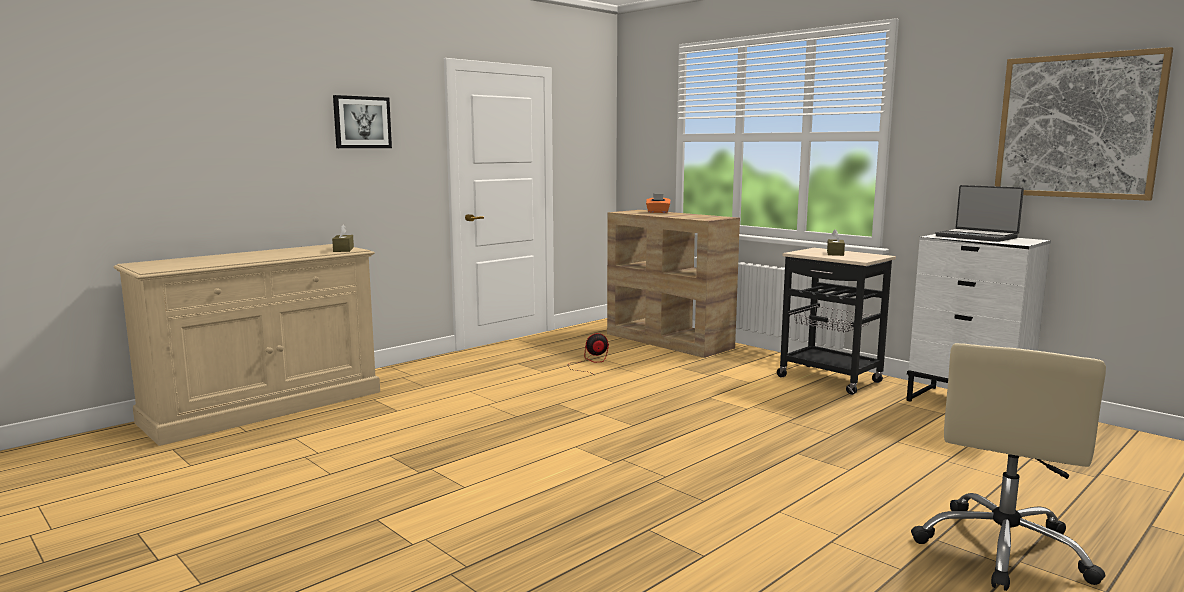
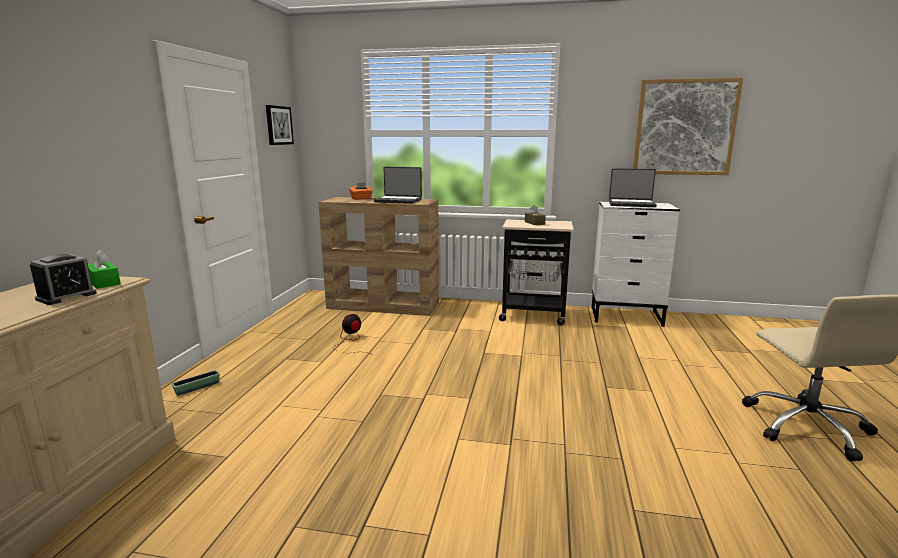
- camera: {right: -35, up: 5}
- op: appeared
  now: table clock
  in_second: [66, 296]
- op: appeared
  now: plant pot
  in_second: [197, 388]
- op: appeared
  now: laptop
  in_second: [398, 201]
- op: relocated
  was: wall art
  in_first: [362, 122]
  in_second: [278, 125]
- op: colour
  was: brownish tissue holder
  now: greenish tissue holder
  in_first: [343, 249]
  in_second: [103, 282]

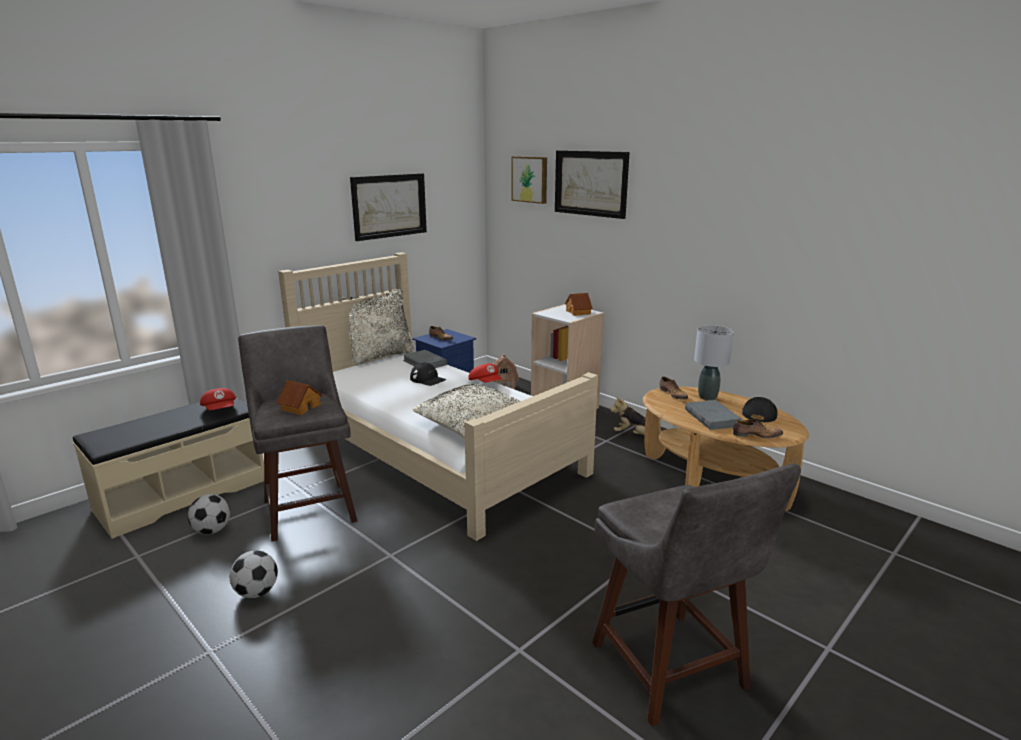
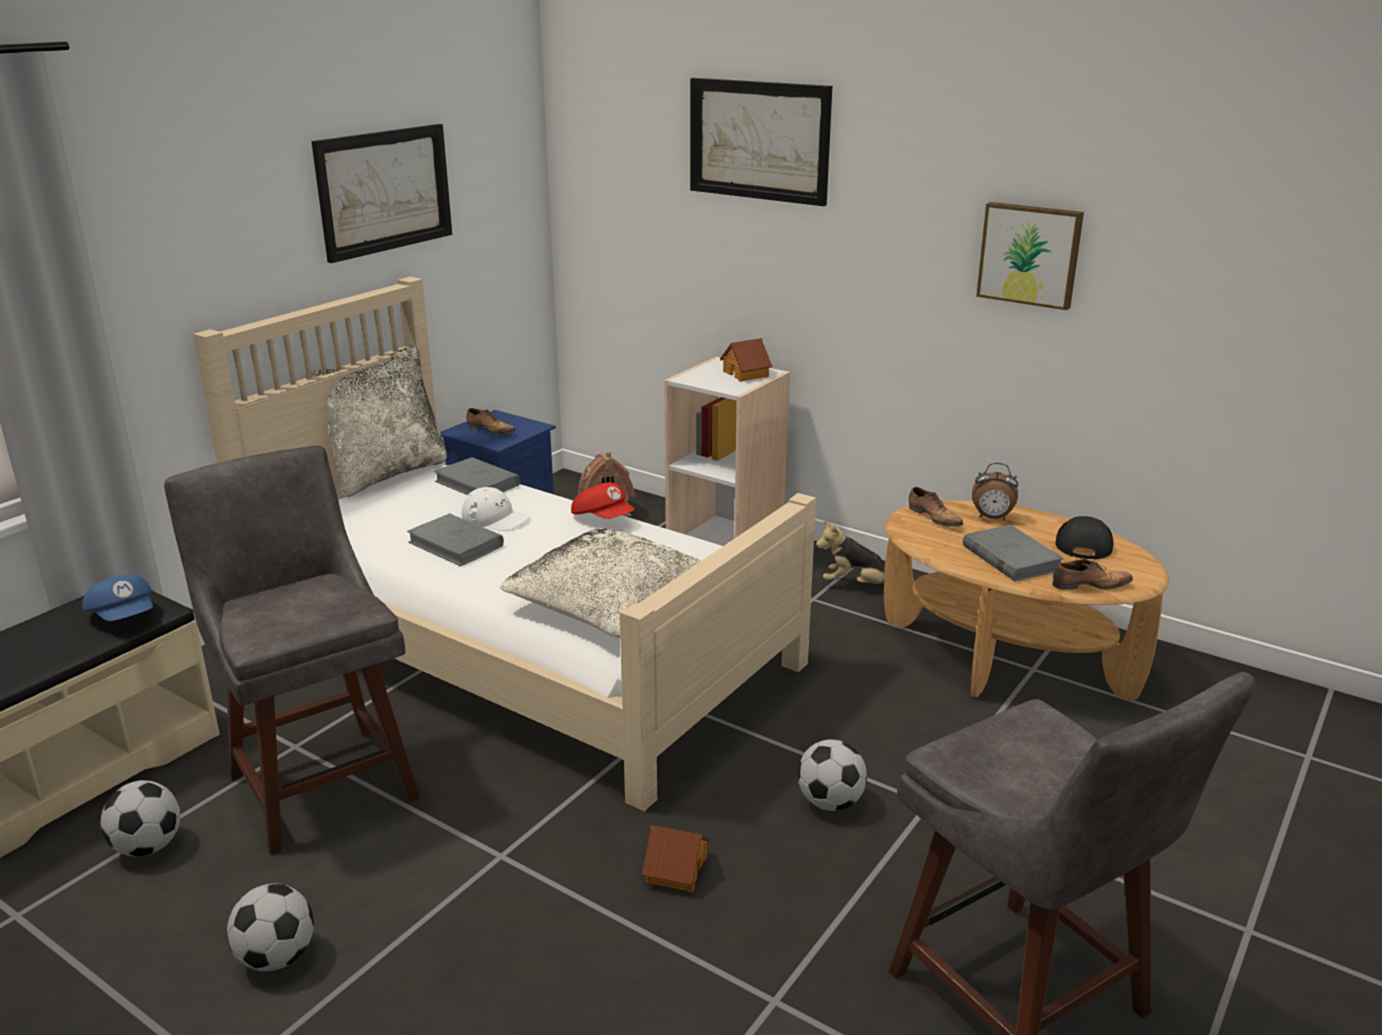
- camera: {right: -10, up: 5}
- op: appeared
  now: grey bound book
  in_second: [456, 544]
- op: appeared
  now: football
  in_second: [831, 803]
- op: relocated
  was: model house
  in_first: [300, 407]
  in_second: [675, 869]
- op: relocated
  was: wall art
  in_first: [530, 179]
  in_second: [1030, 254]
- op: exchanged
  was: grey lamp for a table
  now: table clock
  in_first: [708, 397]
  in_second: [992, 518]
- op: colour
  was: reddish cap
  now: bluish cap
  in_first: [221, 410]
  in_second: [124, 617]
- op: colour
  was: black-coloured cap
  now: white-coloured cap
  in_first: [428, 379]
  in_second: [495, 518]

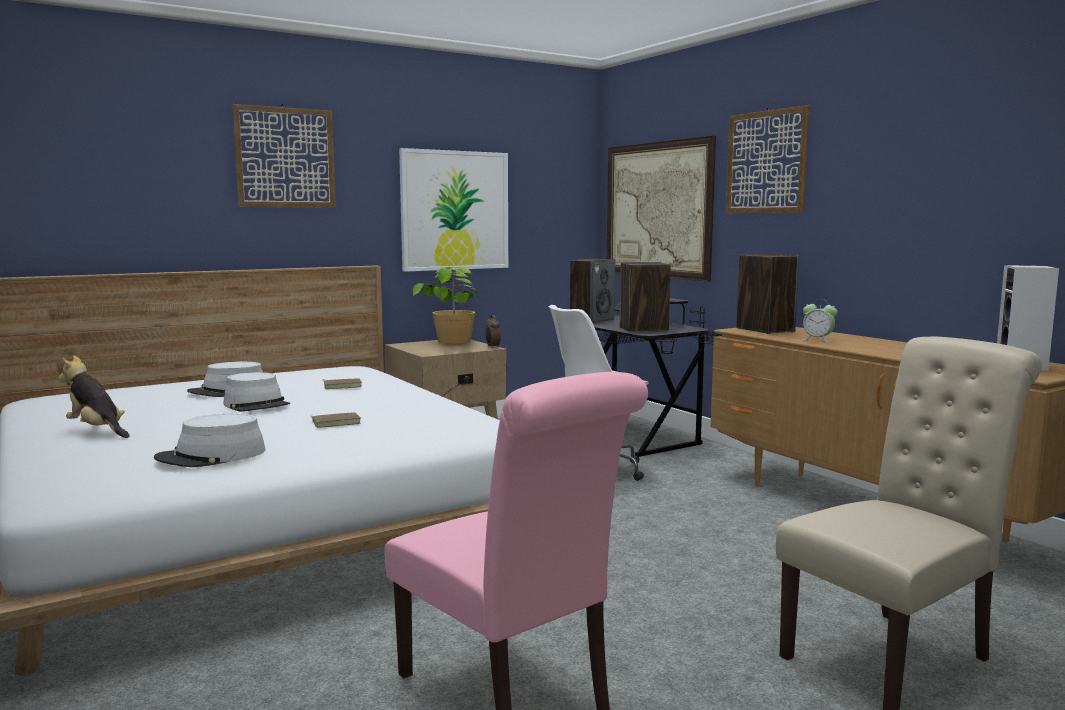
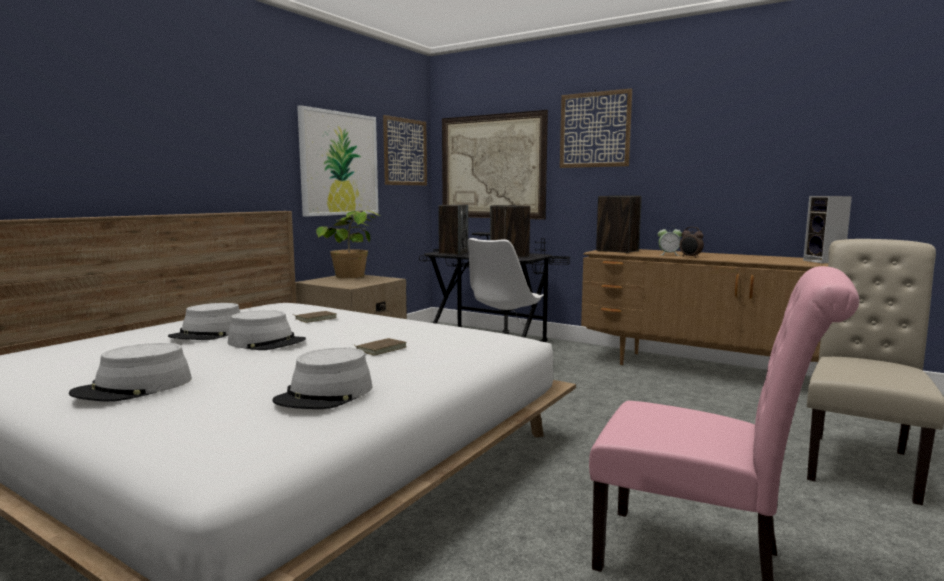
- camera: {right: -25, up: 0}
- op: relocated
  was: wall art
  in_first: [285, 156]
  in_second: [405, 151]
- op: relocated
  was: table clock
  in_first: [492, 347]
  in_second: [690, 257]
- op: exchanged
  was: cuddly toy
  now: grey wearable hat
  in_first: [97, 430]
  in_second: [134, 388]

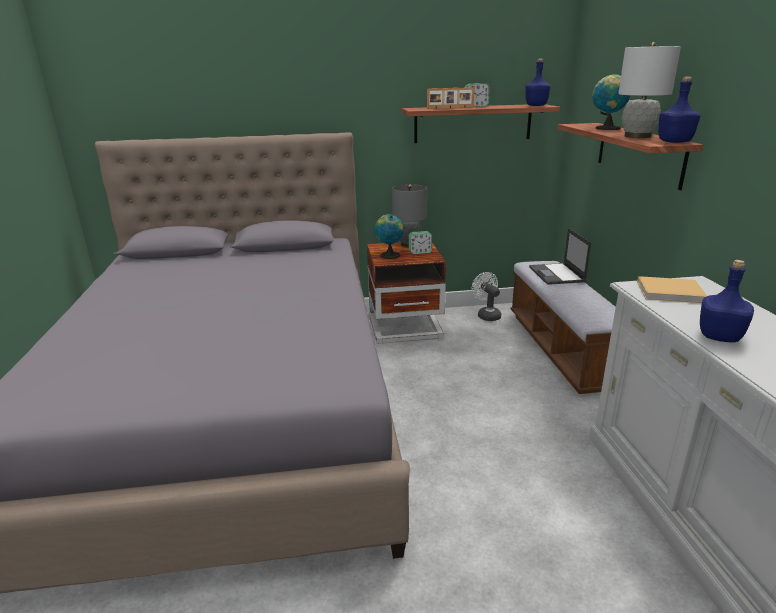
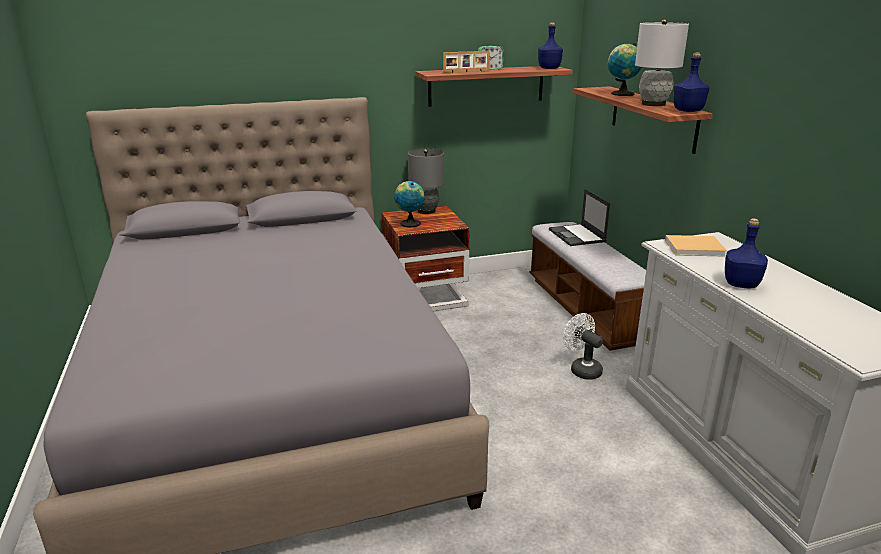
- camera: {right: -10, up: 0}
- op: missing
  was: table clock
  in_first: [420, 252]
- op: relocated
  was: white-coloured fan
  in_first: [486, 315]
  in_second: [582, 369]

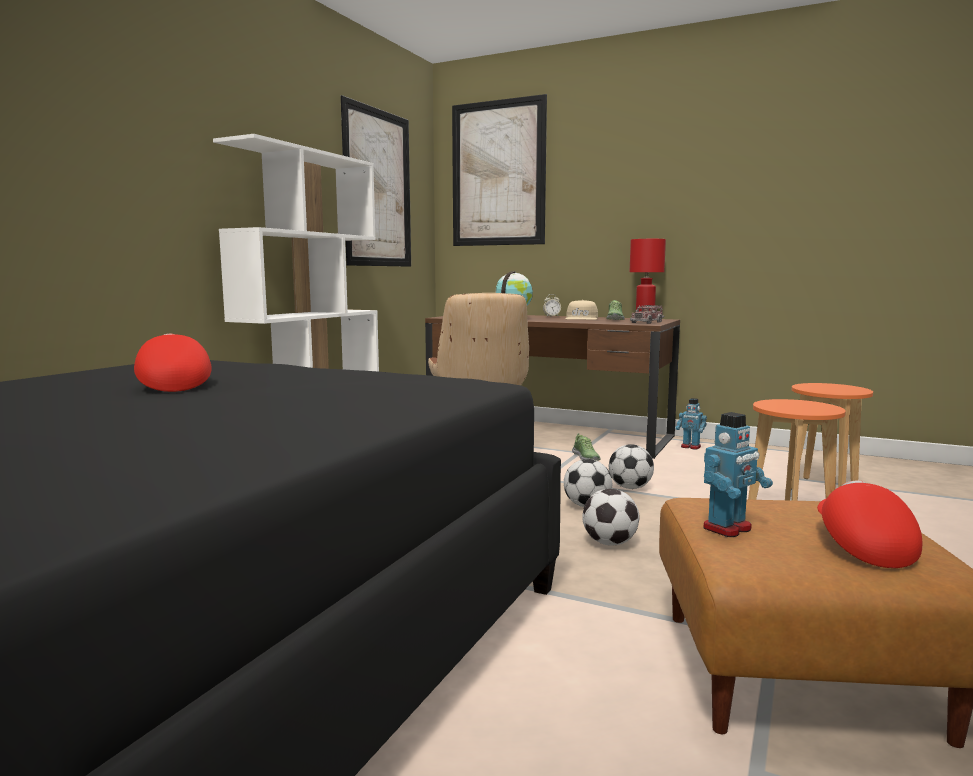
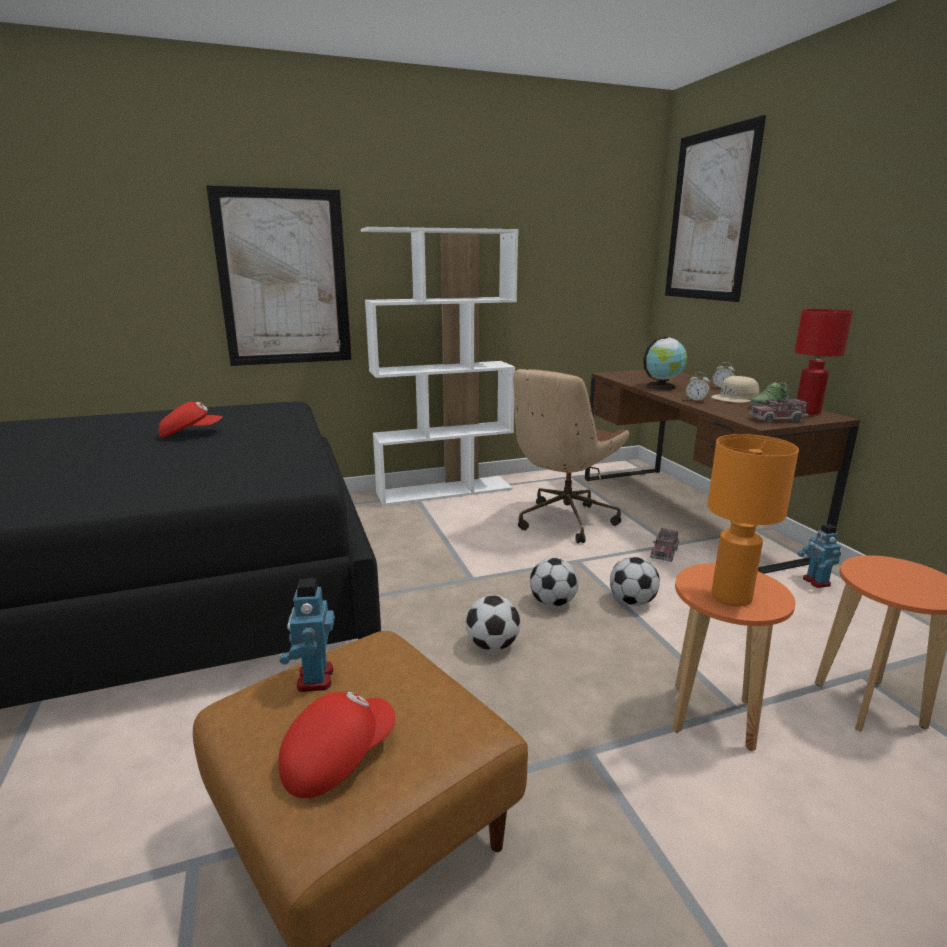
- camera: {right: 45, up: 10}
- op: appeared
  now: table clock
  in_second: [696, 400]
- op: appeared
  now: orangey lamp for a table
  in_second: [730, 596]
- op: relocated
  was: wall art
  in_first: [378, 188]
  in_second: [284, 279]
- op: exchanged
  was: low shoe
  now: toy truck
  in_first: [586, 458]
  in_second: [664, 553]
- op: spun
  was: reddish cap
  in_first: [173, 385]
  in_second: [191, 434]
  clockwise: 60
- op: spun
  was: toy robot
  in_first: [728, 529]
  in_second: [314, 678]
  clockwise: 75

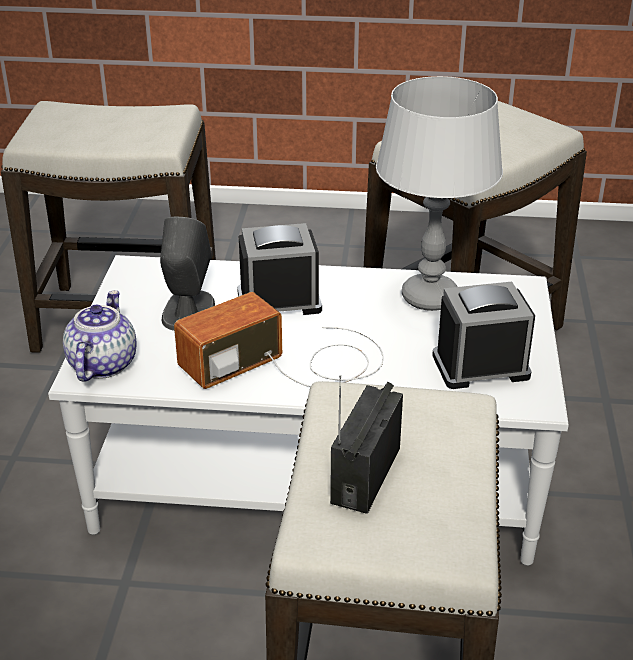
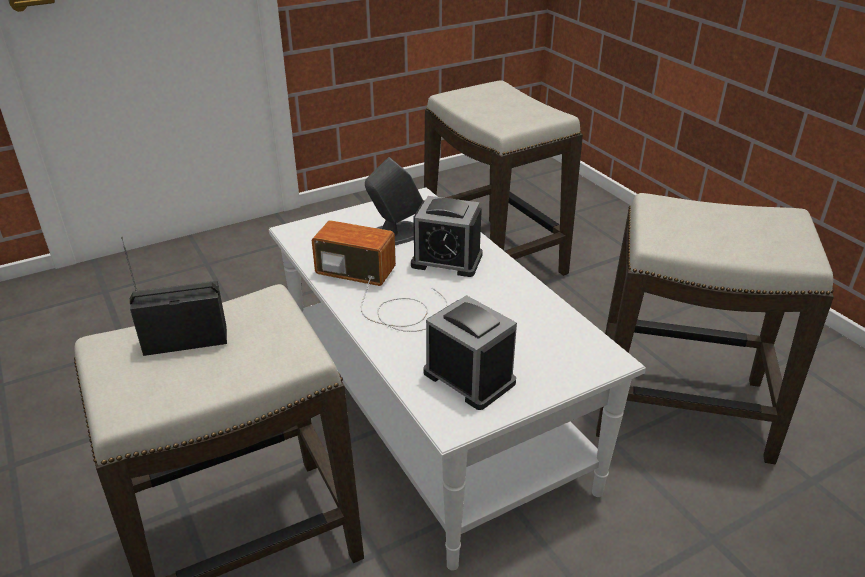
- camera: {right: 55, up: 0}
- op: missing
  was: pot for tea
  in_first: [102, 364]
- op: missing
  was: grey lamp for a table
  in_first: [429, 297]
- op: spun
  was: table clock
  in_first: [279, 301]
  in_second: [446, 260]
  clockwise: 150

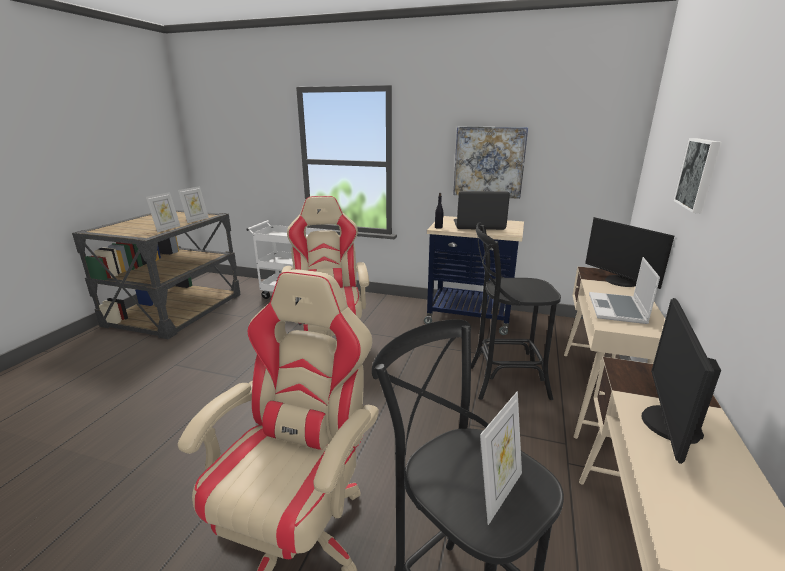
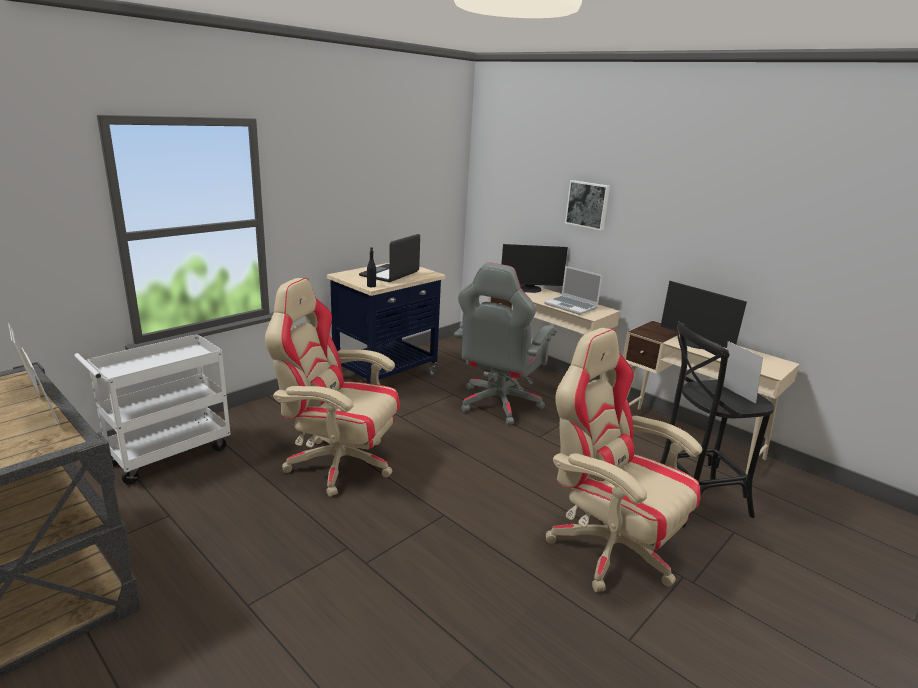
- camera: {right: -65, up: 0}
- op: missing
  was: wall art
  in_first: [489, 162]
- op: exchanged
  was: black-coloured stool seat
  now: grey computer chair
  in_first: [503, 382]
  in_second: [499, 403]

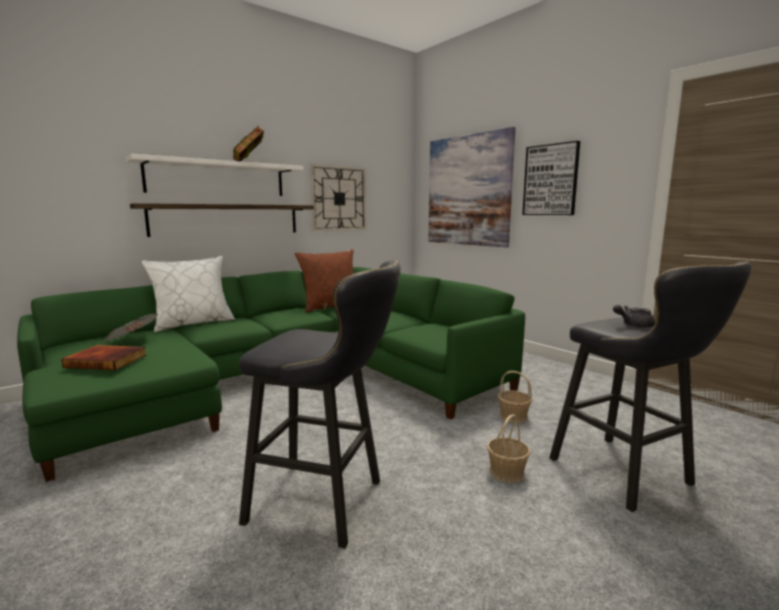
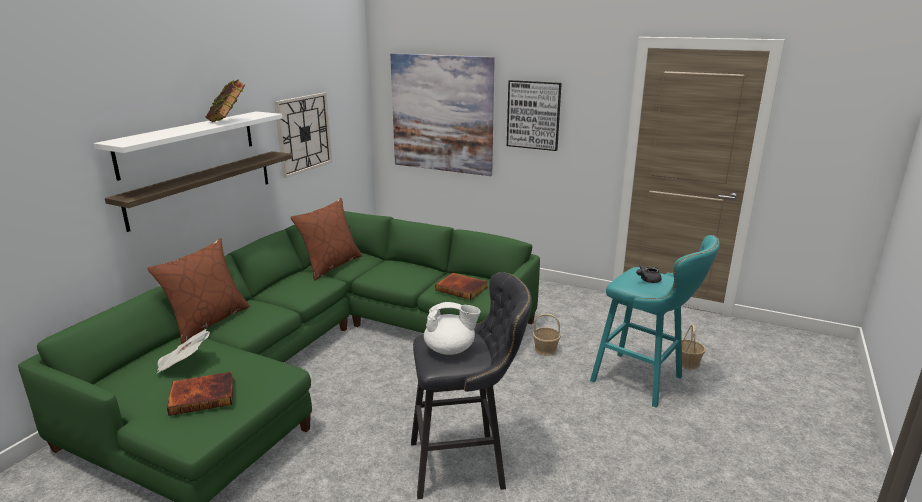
- camera: {right: -25, up: 10}
- op: appeared
  now: white-coloured pot for tea
  in_second: [450, 350]
- op: appeared
  now: bound book
  in_second: [462, 288]
- op: relocated
  was: household basket
  in_first: [507, 472]
  in_second: [687, 362]
- op: colour
  was: white-coloured throw pillow
  now: brownish throw pillow
  in_first: [193, 323]
  in_second: [208, 322]
- op: colour
  was: black-coloured stool seat
  now: turquoise-coloured stool seat
  in_first: [632, 479]
  in_second: [646, 383]

